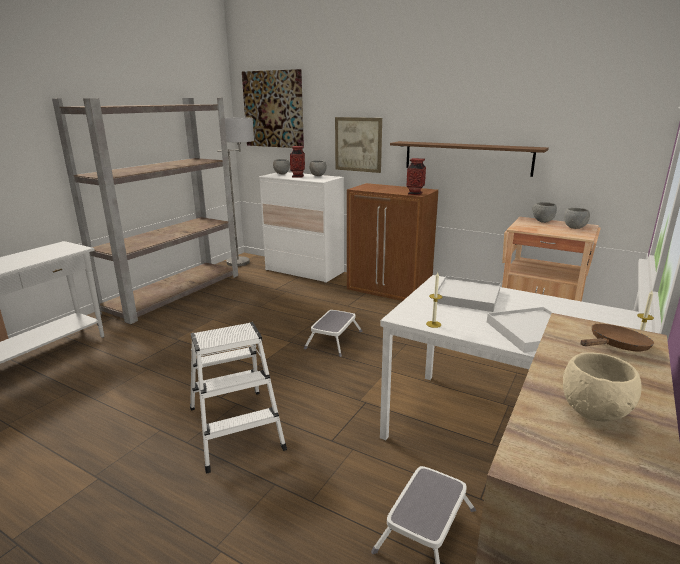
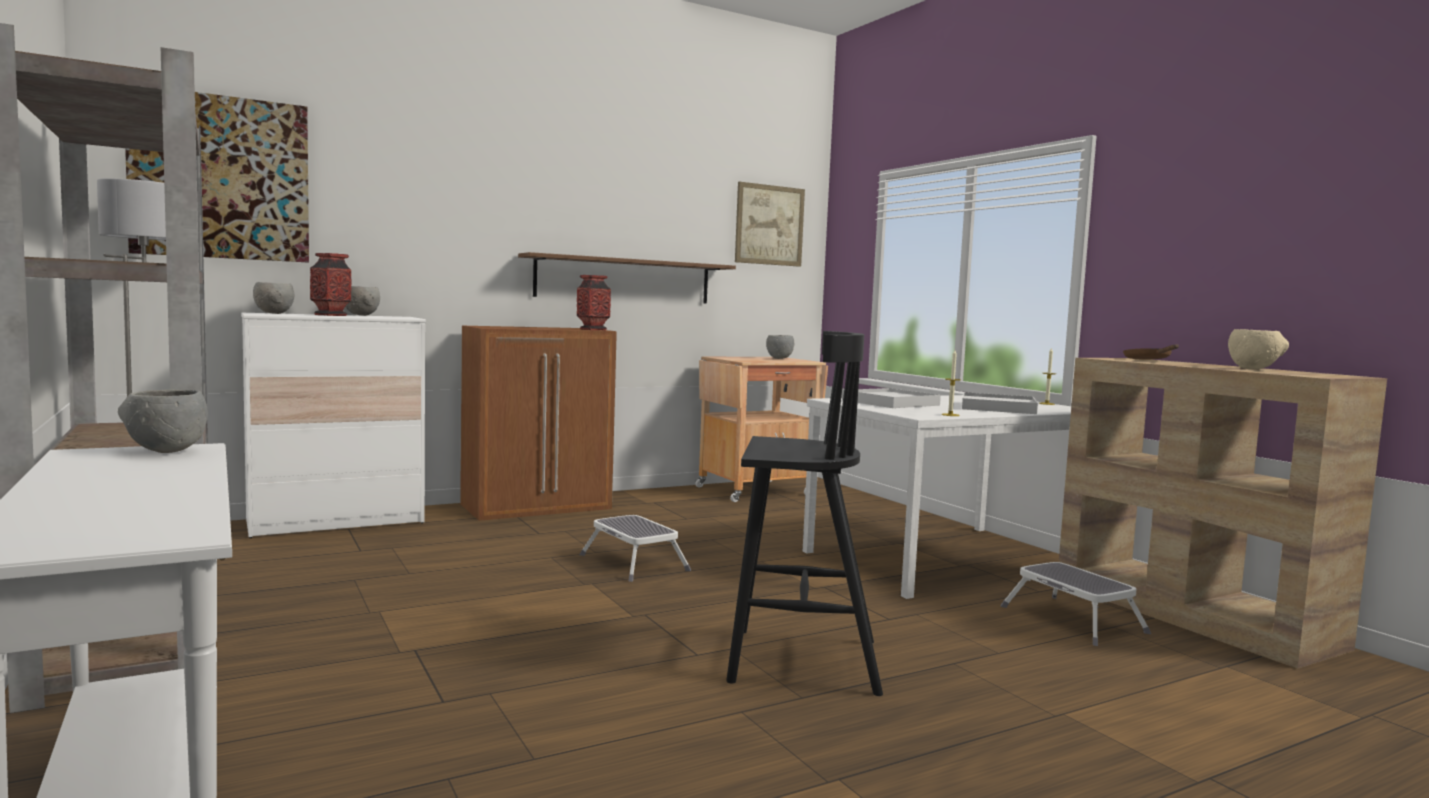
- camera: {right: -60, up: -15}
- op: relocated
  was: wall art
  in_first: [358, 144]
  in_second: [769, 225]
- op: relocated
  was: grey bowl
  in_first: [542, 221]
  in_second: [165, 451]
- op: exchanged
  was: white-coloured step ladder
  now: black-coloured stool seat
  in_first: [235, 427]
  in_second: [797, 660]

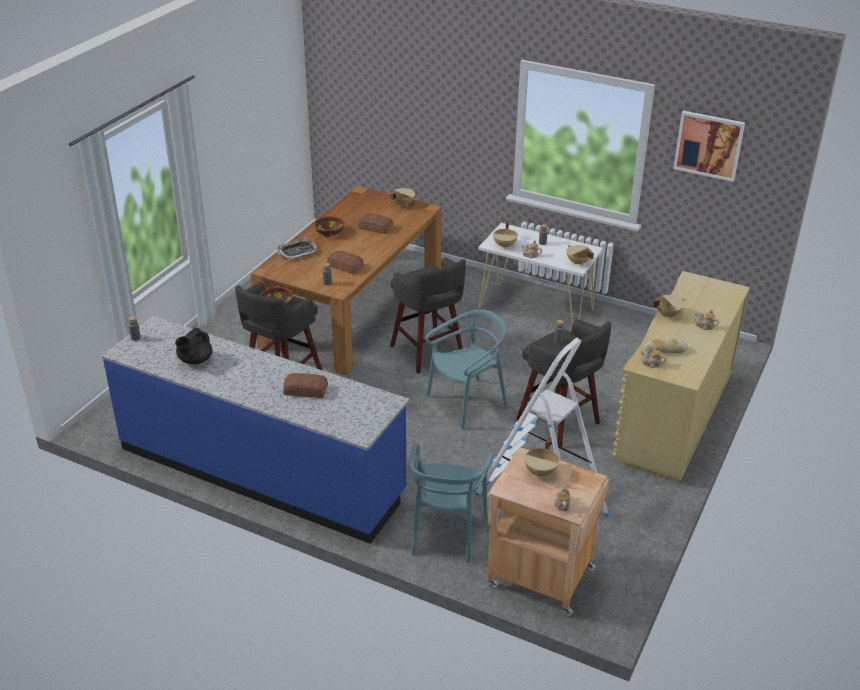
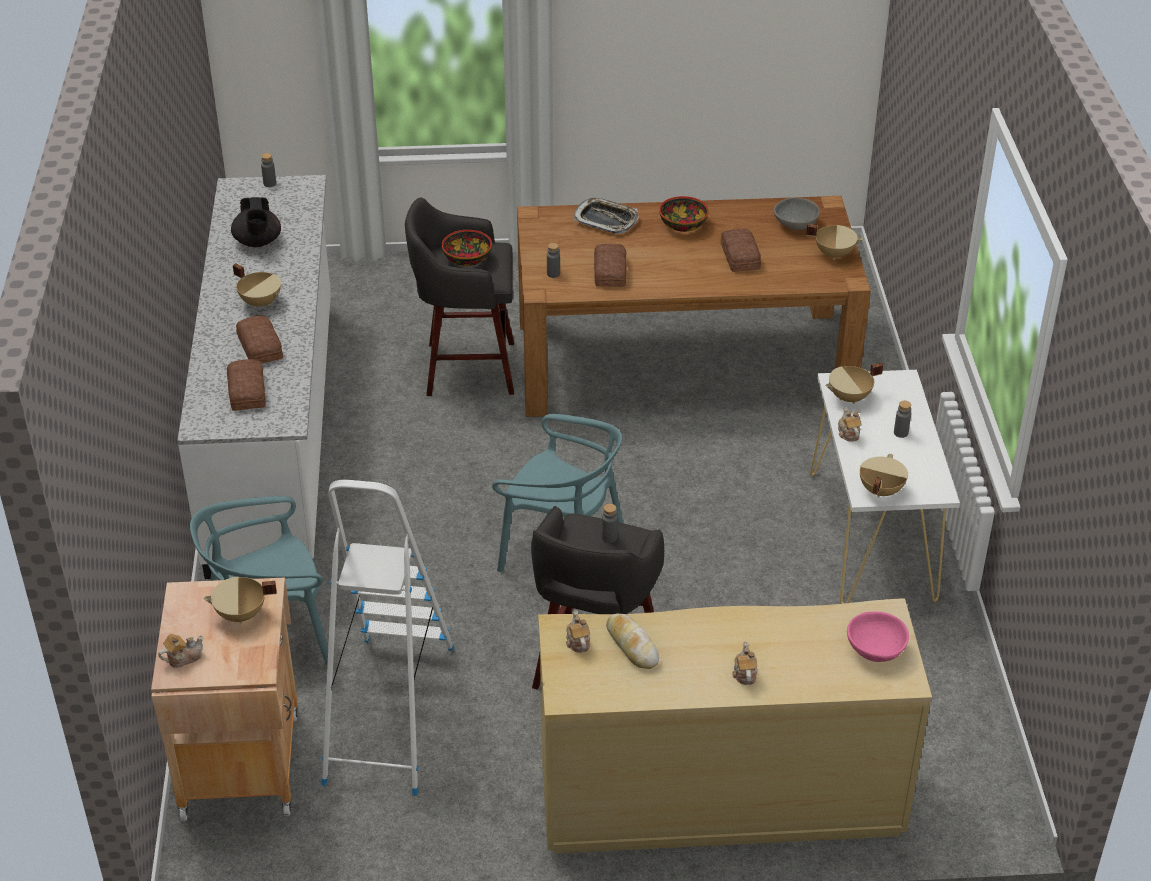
- camera: {right: 60, up: 5}
- op: missing
  was: grey stool seat
  in_first: [428, 353]
- op: missing
  was: wall art
  in_first: [708, 145]
- op: appeared
  now: bread
  in_second: [248, 390]
- op: appeared
  now: grey bowl
  in_second: [795, 224]
- op: appeared
  now: pinkish bowl
  in_second: [875, 650]
- op: relocated
  was: beige cooking pot
  in_first: [667, 314]
  in_second: [261, 302]
- op: colour
  was: bluish counter
  now: white-coloured counter
  in_first: [261, 471]
  in_second: [276, 431]
- op: spun
  was: black-coloured pot for tea
  in_first: [195, 360]
  in_second: [258, 242]
  clockwise: -105

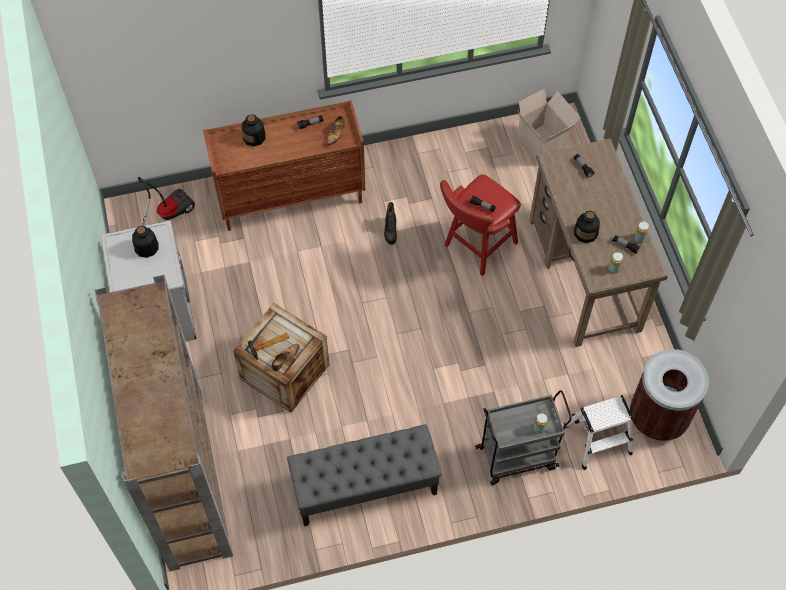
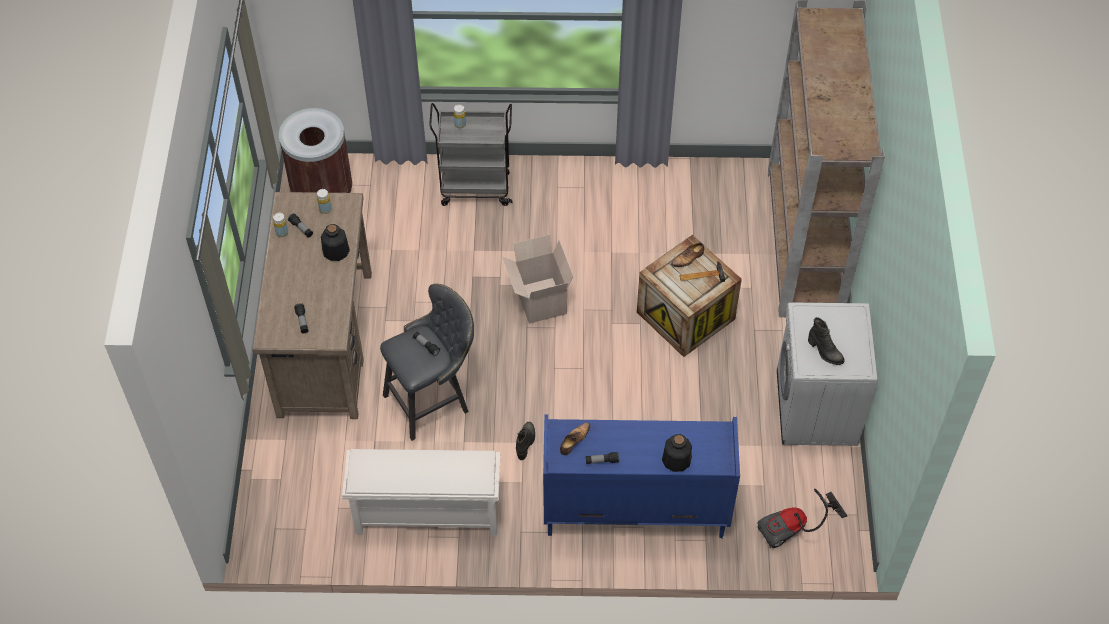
- camera: {right: -165, up: -5}
- op: missing
  was: grey indoor bench
  in_first: [364, 487]
- op: missing
  was: white-coloured step ladder
  in_first: [597, 439]
- op: appeared
  now: white-coloured shoe rack
  in_second: [426, 514]
- op: relocated
  was: packing box
  in_first: [542, 145]
  in_second: [539, 300]
- op: exchanged
  was: beverage bottle
  now: black-coloured tall boot
  in_first: [146, 248]
  in_second: [824, 352]
- op: colour
  was: brownish cupboard
  now: bluish cupboard
  in_first: [292, 199]
  in_second: [634, 512]
- op: colour
  was: reddish stool seat
  now: grey stool seat
  in_first: [475, 249]
  in_second: [435, 398]

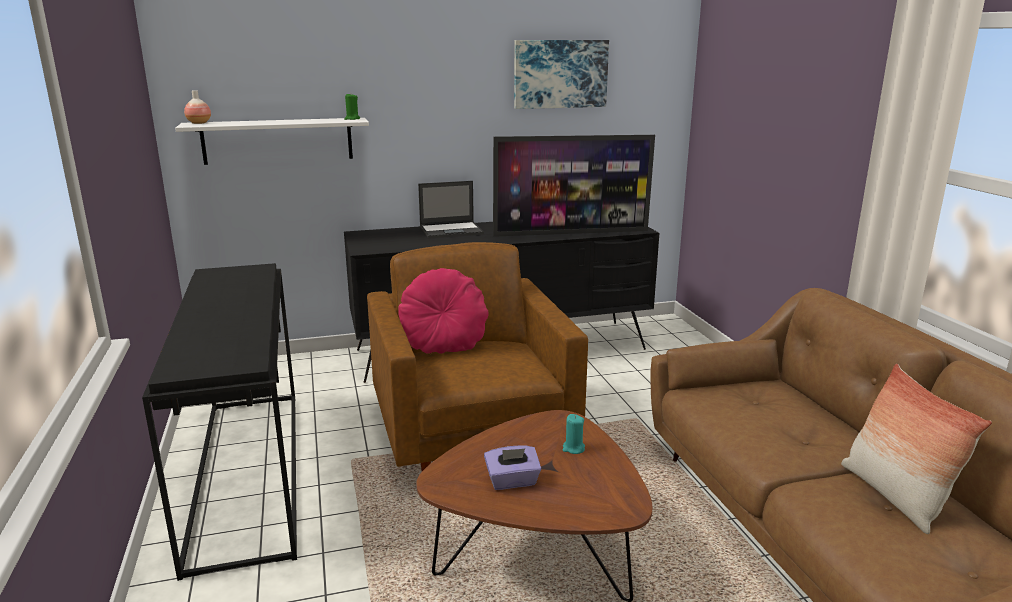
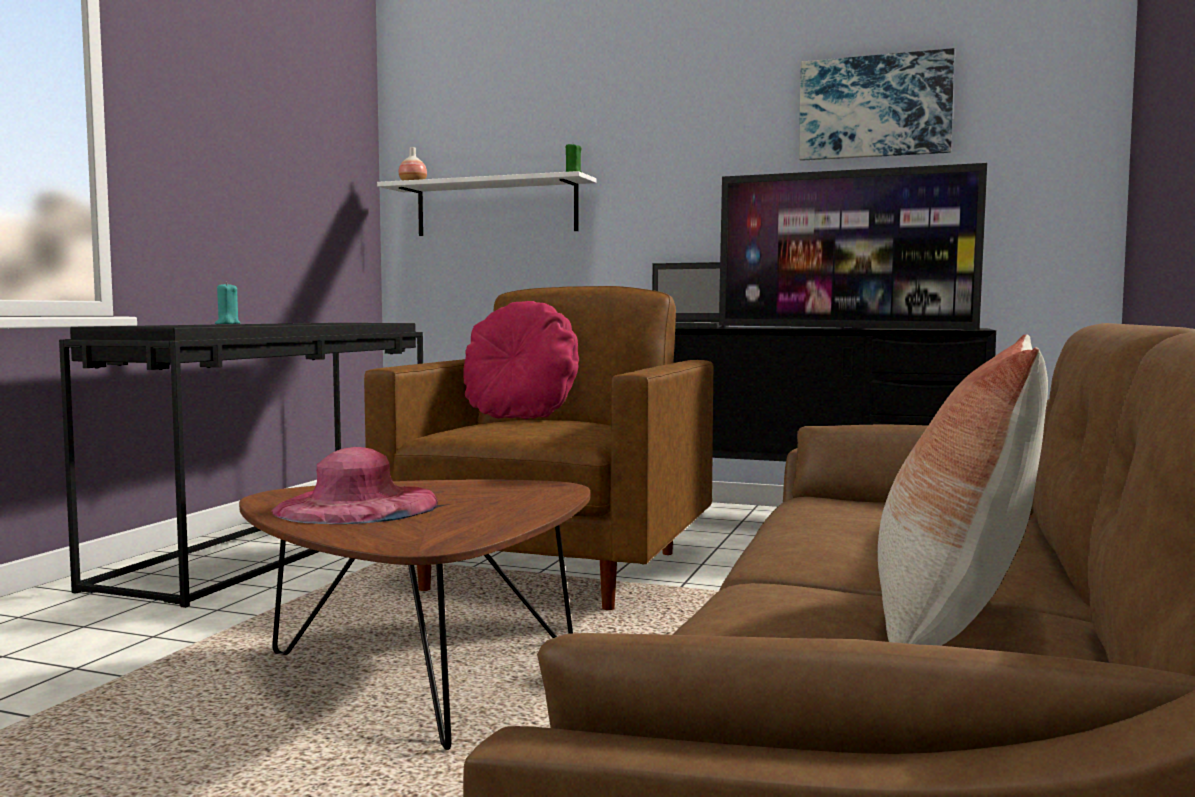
- camera: {right: 35, up: -15}
- op: relocated
  was: turquoise-coloured wax light
  in_first: [573, 448]
  in_second: [227, 324]
- op: exchanged
  was: purple-coloured tissue holder
  now: pinkish wearable hat
  in_first: [512, 481]
  in_second: [357, 506]

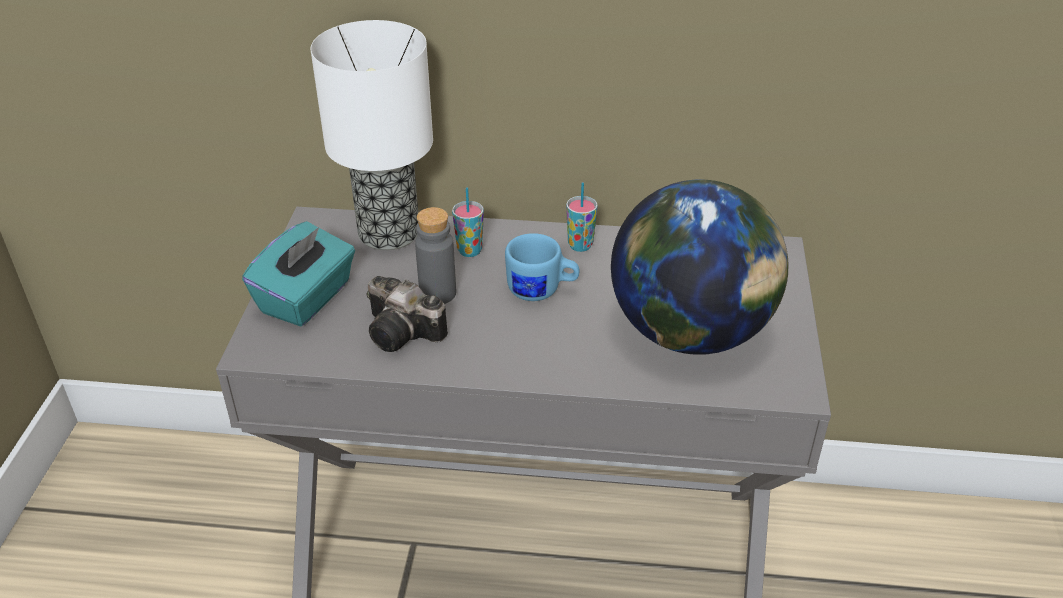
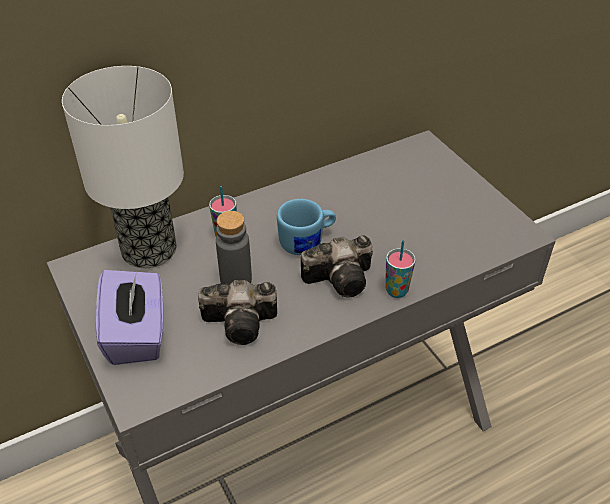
- camera: {right: -35, up: 5}
- op: missing
  was: globe
  in_first: [691, 332]
- op: appeared
  now: photo camera
  in_second: [342, 278]
- op: relocated
  was: cup
  in_first: [580, 245]
  in_second: [396, 291]
- op: colour
  was: turquoise-coloured tissue holder
  now: purple-coloured tissue holder
  in_first: [307, 298]
  in_second: [137, 334]

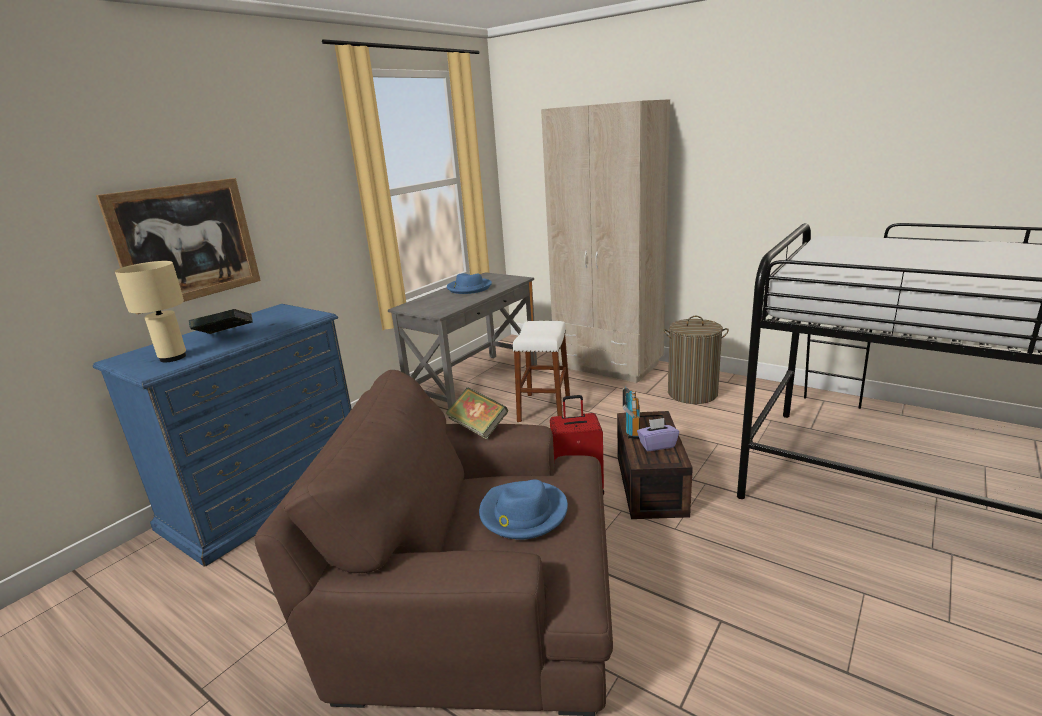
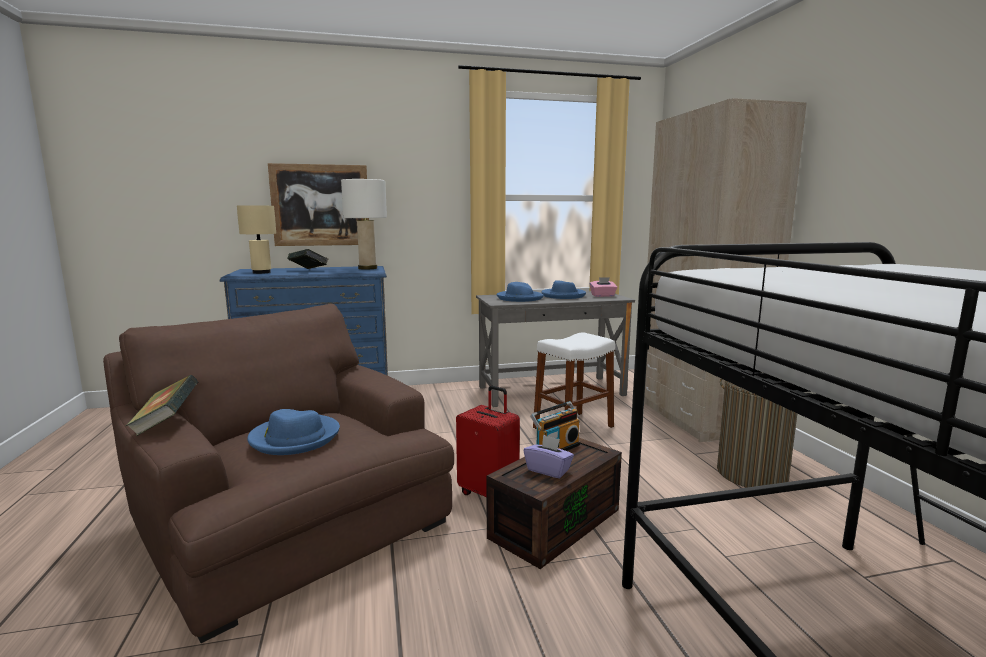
- camera: {right: 40, up: -10}
- op: appeared
  now: white-coloured lamp for a table
  in_second: [367, 268]
- op: appeared
  now: bluish wearable hat
  in_second: [519, 298]
- op: appeared
  now: pinkish tissue holder
  in_second: [603, 295]
- op: relocated
  was: bound book
  in_first: [478, 428]
  in_second: [166, 423]

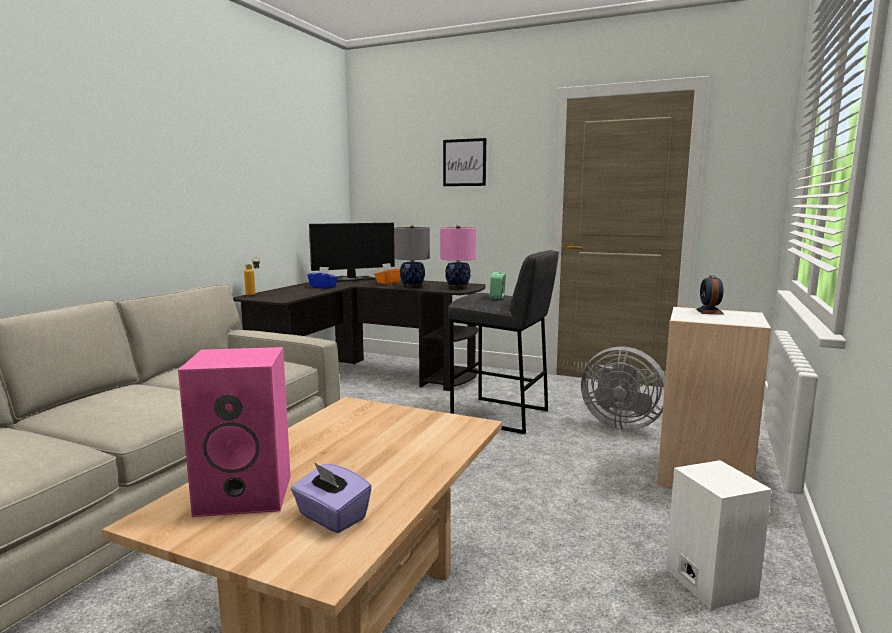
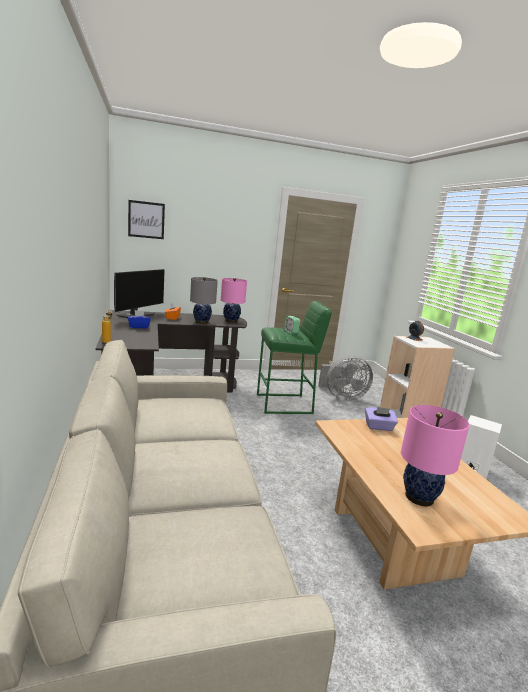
- camera: {right: -40, up: 5}
- op: relocated
  was: purple-coloured tissue holder
  in_first: [331, 517]
  in_second: [379, 427]
- op: relocated
  was: wall art
  in_first: [464, 162]
  in_second: [146, 220]
- op: exchanged
  was: pinkish audio speaker
  now: pinkish lamp for a table
  in_first: [247, 494]
  in_second: [419, 497]
- op: colour
  was: grey stool seat
  now: greenish stool seat
  in_first: [501, 415]
  in_second: [285, 404]

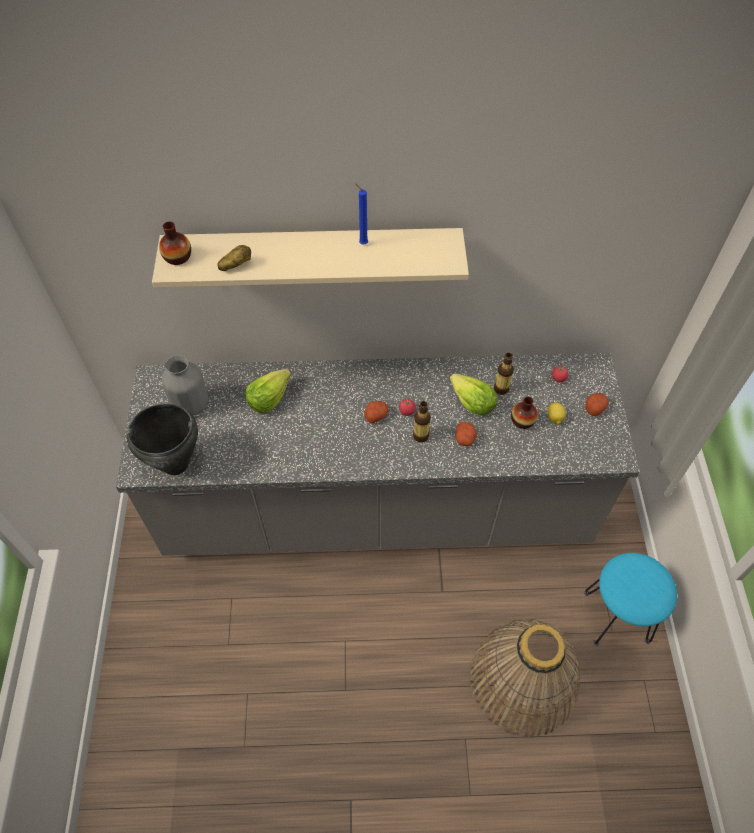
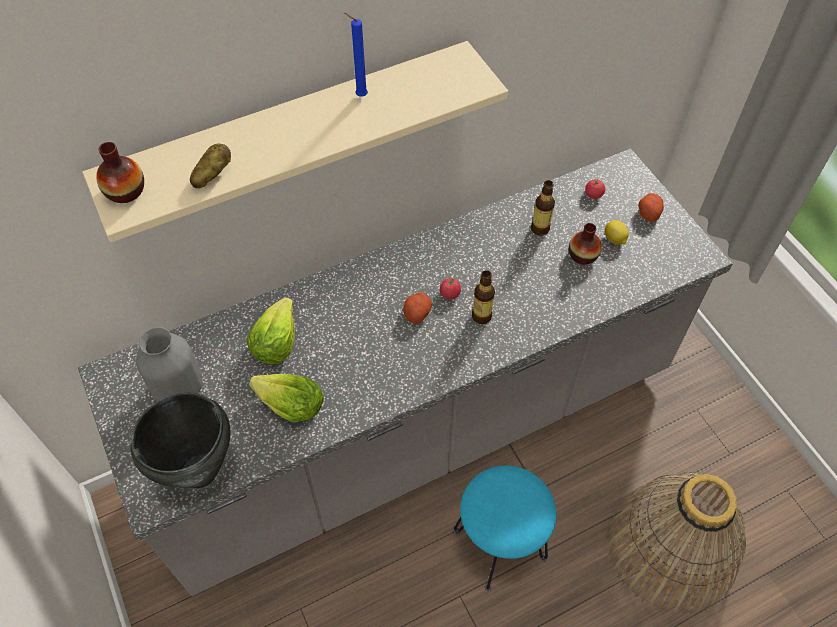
- camera: {right: -25, up: 0}
- op: missing
  was: spud
  in_first: [465, 439]
- op: relocated
  was: lettuce
  in_first: [471, 403]
  in_second: [290, 405]
- op: relocated
  was: turquoise-coloured stool seat
  in_first: [616, 616]
  in_second: [499, 544]

